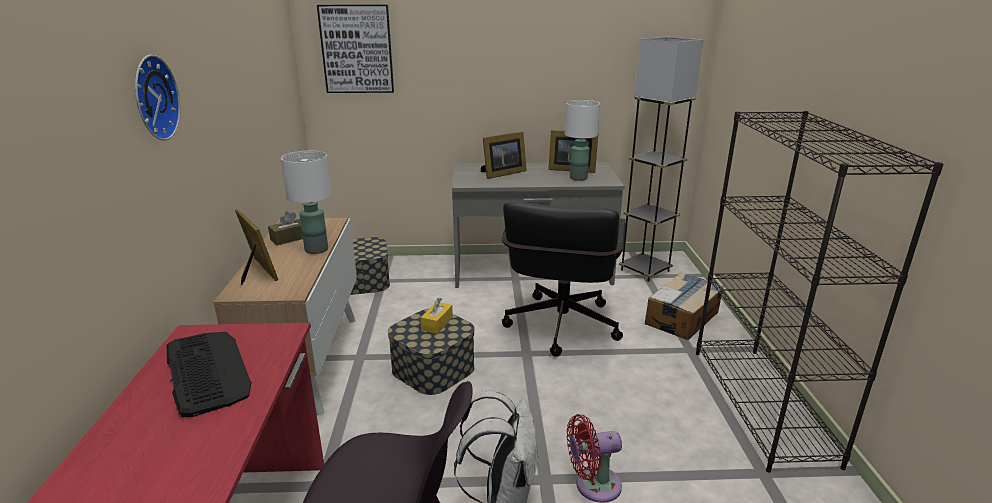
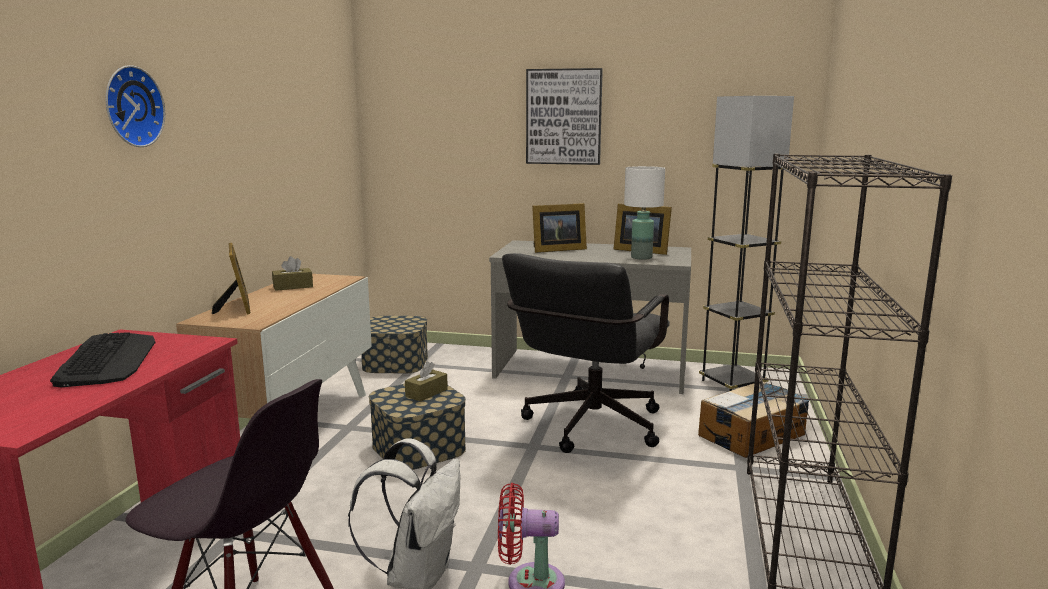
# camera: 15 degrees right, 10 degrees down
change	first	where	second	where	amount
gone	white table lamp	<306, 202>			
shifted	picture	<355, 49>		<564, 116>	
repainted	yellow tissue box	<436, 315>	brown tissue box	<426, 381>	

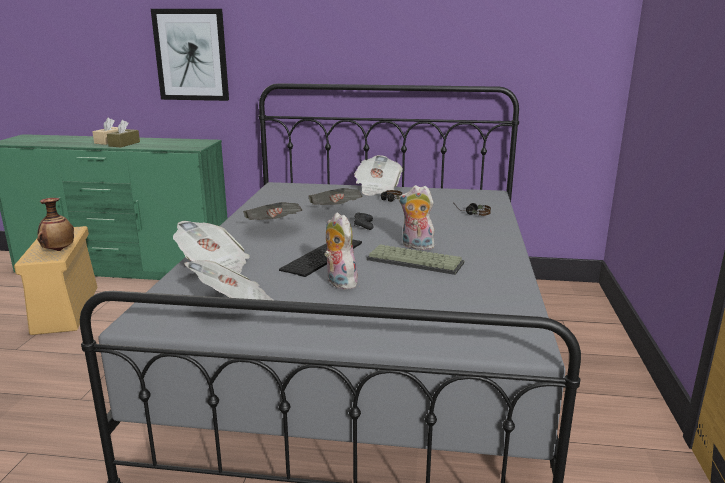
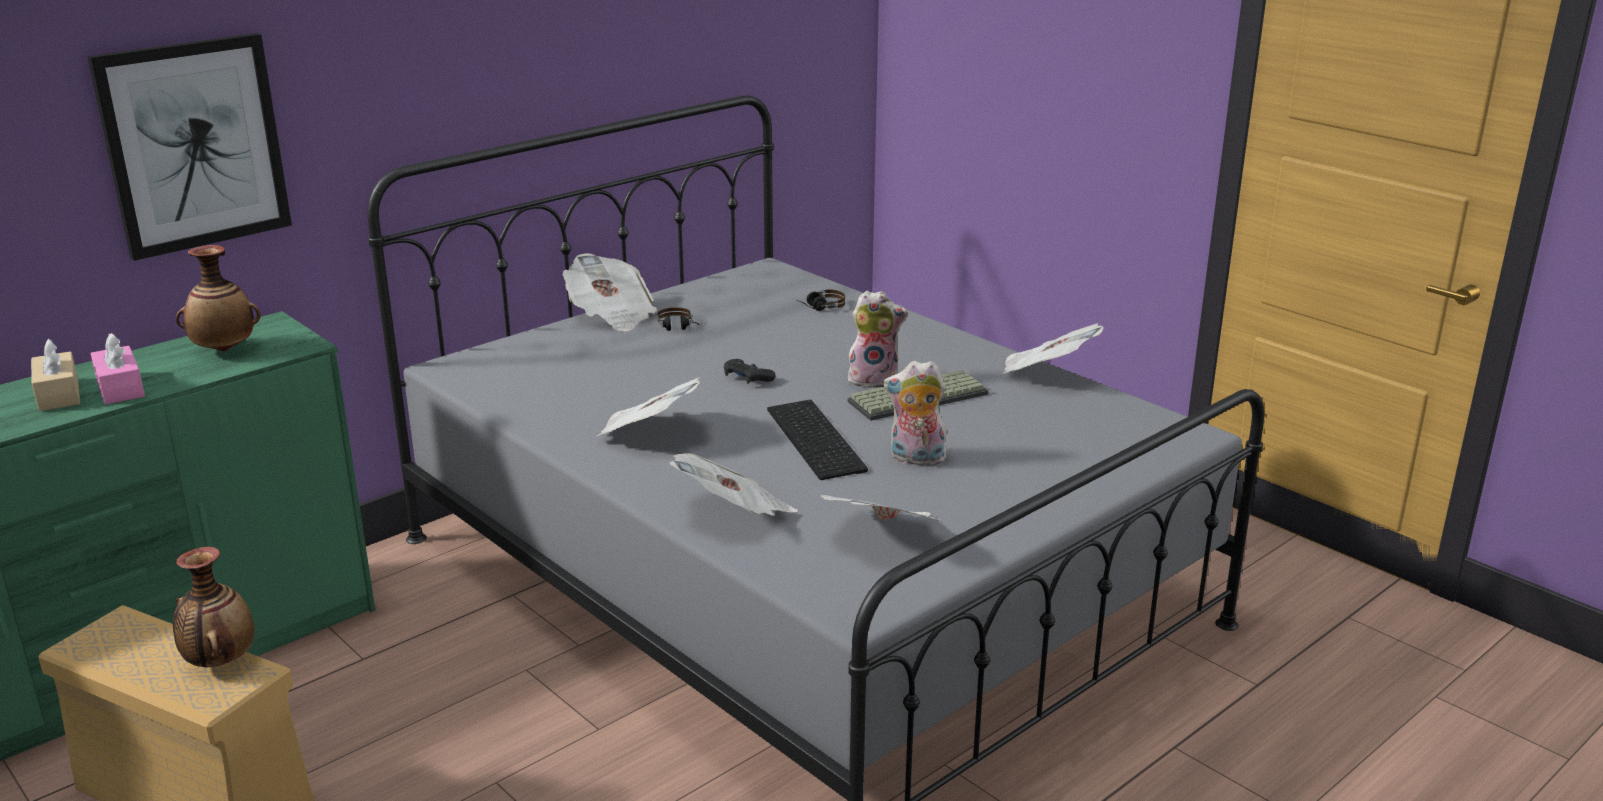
# camera: 50 degrees left, 5 degrees up
change	first	where	second	where	amount
new			vase	<218, 298>	
shifted	newspaper	<335, 196>		<1053, 348>	
repainted	brown tissue box	<123, 134>	pink tissue box	<117, 368>	
rotated	plush toy	<417, 217>		<878, 340>	150 degrees counterclockwise

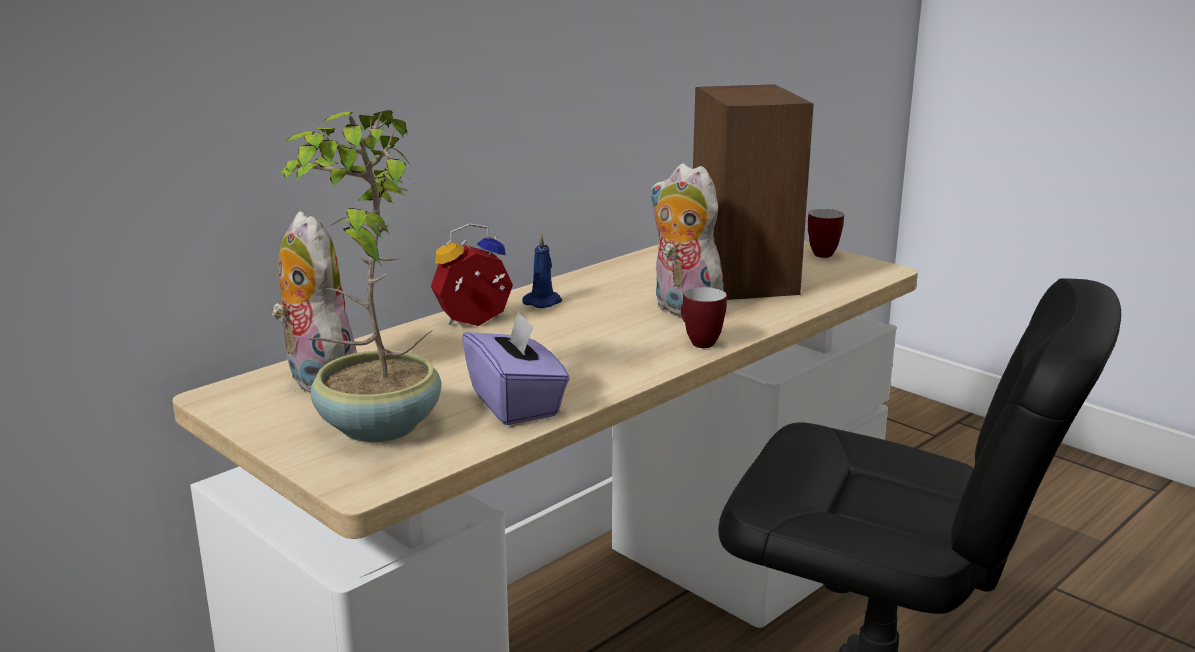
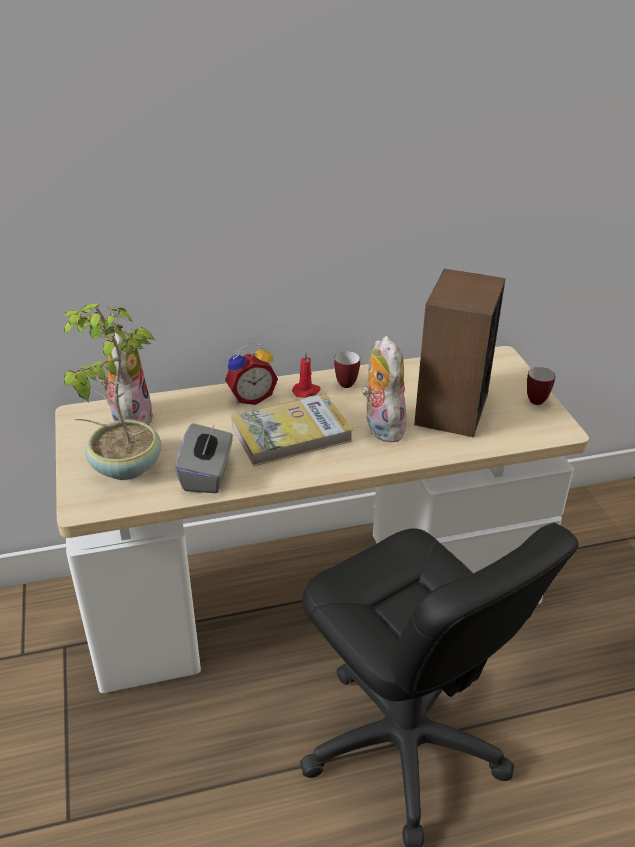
# camera: 30 degrees right, 15 degrees up
change	first	where	second	where	amount
new			book	<292, 430>	
shifted	mug	<704, 317>		<347, 369>	
repainted	purple tissue box	<515, 367>	grey tissue box	<204, 458>	
repainted	blue candle	<542, 270>	red candle	<306, 374>	
rotated	alarm clock	<472, 274>		<251, 374>	150 degrees clockwise

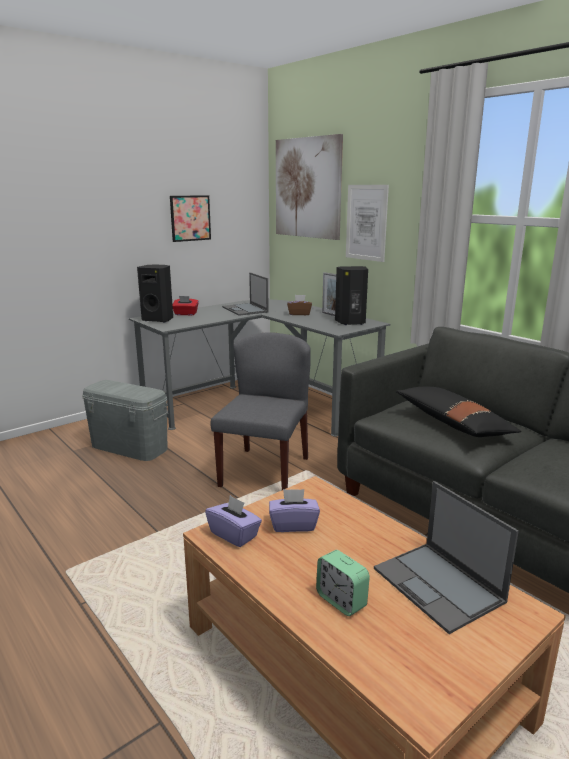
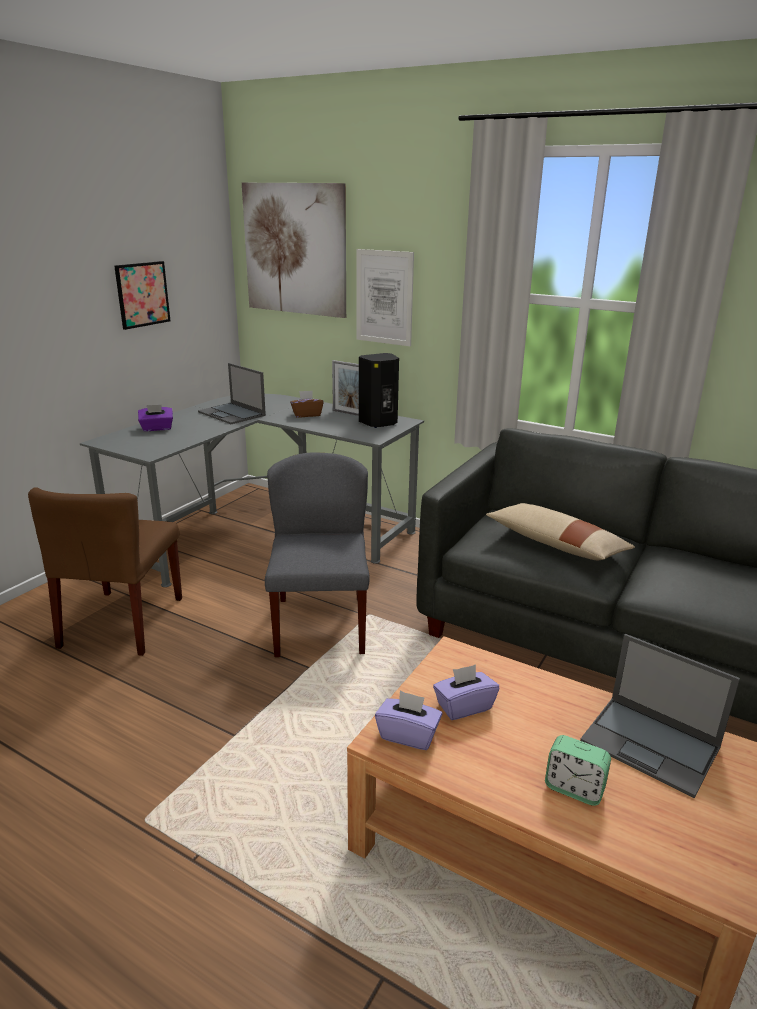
# camera: 20 degrees left, 5 degrees up
change	first	where	second	where	amount
gone	black speaker	<155, 293>			
swapped	grey storage box	<125, 420>	brown chair	<105, 572>	
repainted	red tissue box	<185, 305>	purple tissue box	<155, 418>	
repainted	black pillow	<458, 412>	beige pillow	<560, 531>	

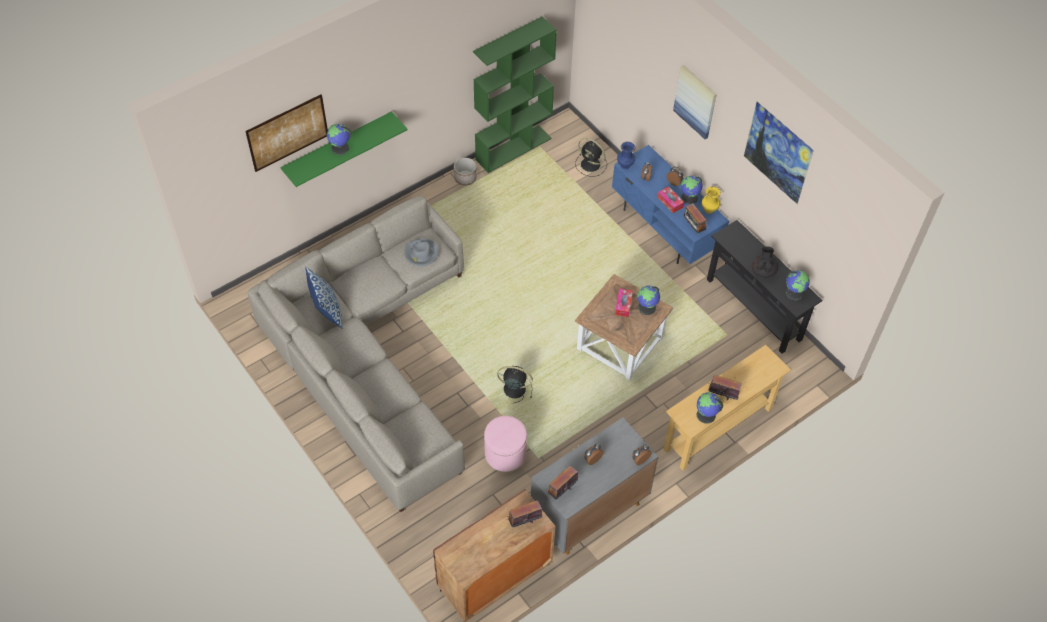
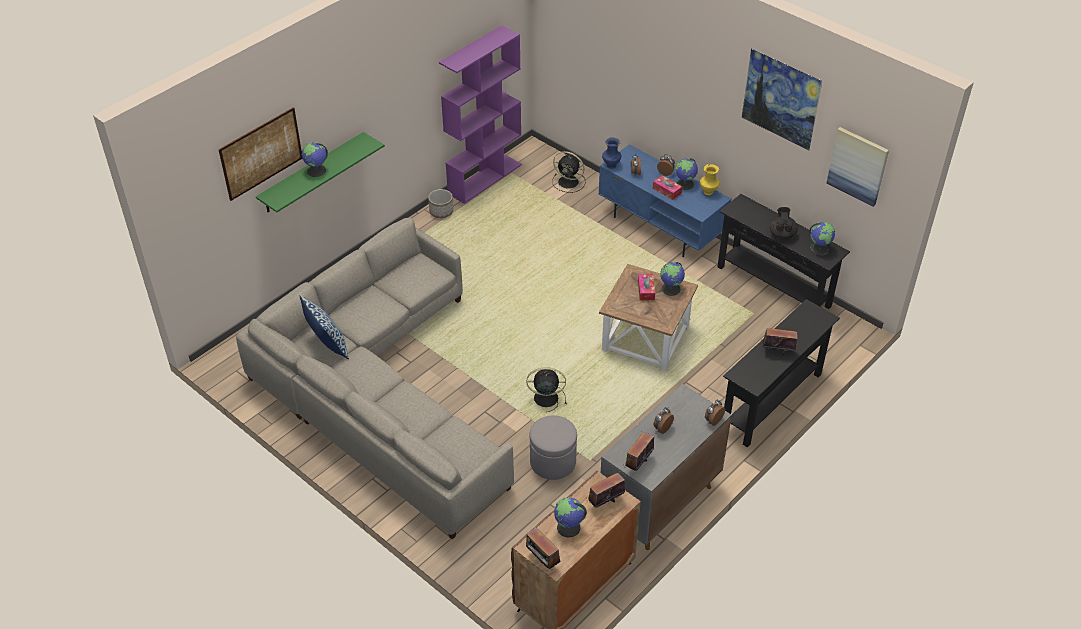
# camera: 10 degrees left, 10 degrees down
change	first	where	second	where	amount
gone	grey hat	<421, 252>			
shifted	picture	<695, 102>		<857, 167>	
shifted	radio	<695, 218>		<543, 549>	
shifted	globe	<709, 408>		<570, 517>	
repainted	green bookcase	<515, 94>	purple bookcase	<480, 114>	
repainted	pink ottoman	<505, 444>	grey ottoman	<553, 447>	
repainted	beige console table	<727, 408>	black console table	<781, 373>	

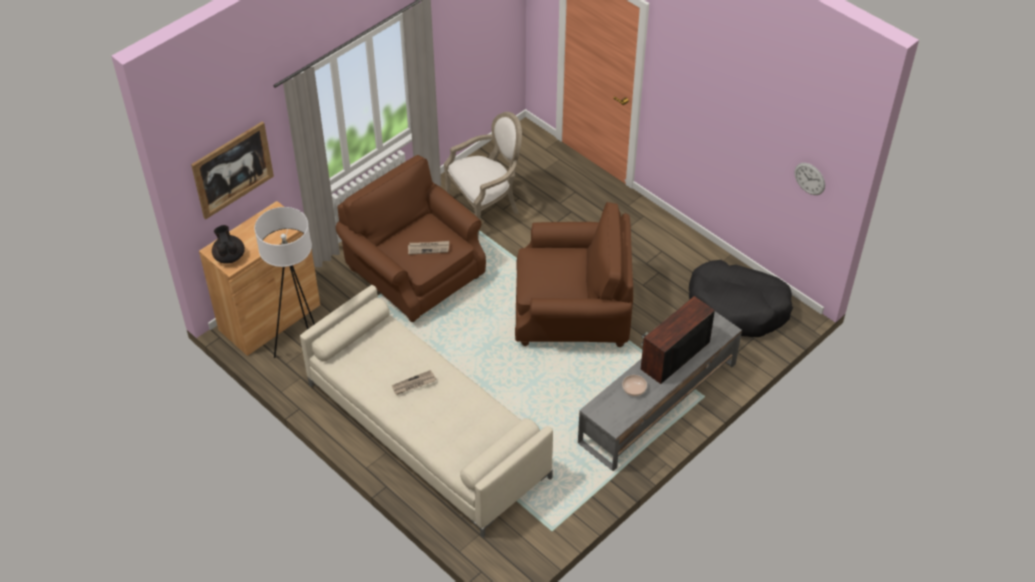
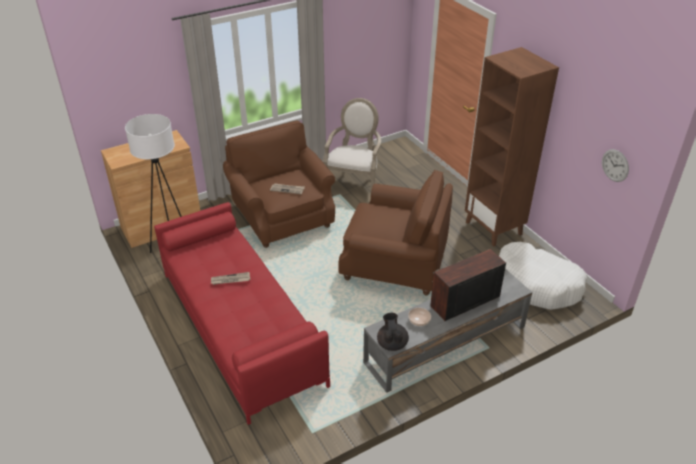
# camera: 15 degrees right, 10 degrees down
change	first	where	second	where	amount
gone	picture	<232, 170>			
new			brown bookcase	<512, 146>	
shifted	black teapot	<228, 244>		<393, 332>	
repainted	beige sofa	<426, 411>	red sofa	<242, 313>	
repainted	black dog bed	<741, 298>	white dog bed	<543, 276>	
rotated	armchair	<483, 174>		<352, 144>	60 degrees counterclockwise

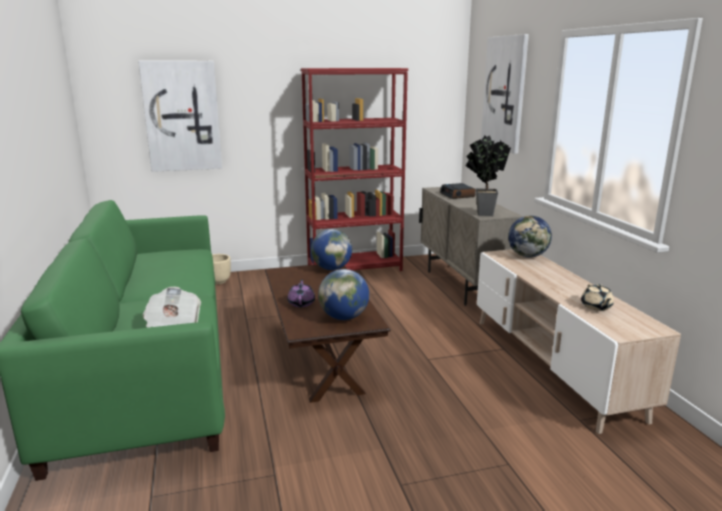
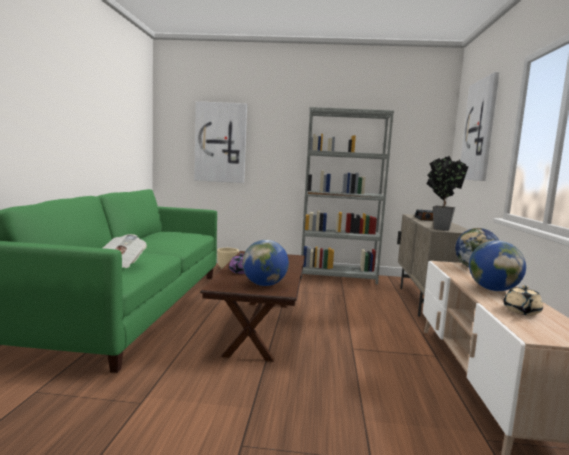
# camera: 20 degrees right, 10 degrees down
change	first	where	second	where	amount
shifted	globe	<331, 249>		<497, 265>	
repainted	red bookcase	<354, 169>	grey bookcase	<347, 195>	

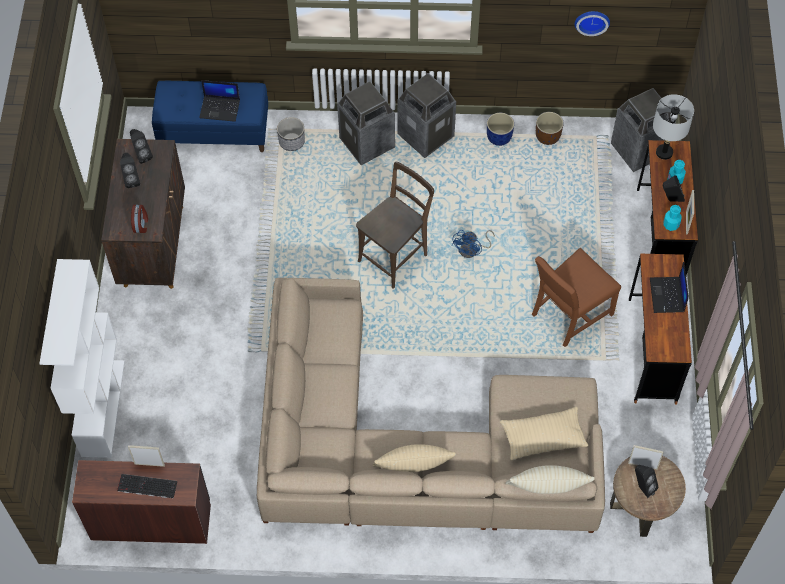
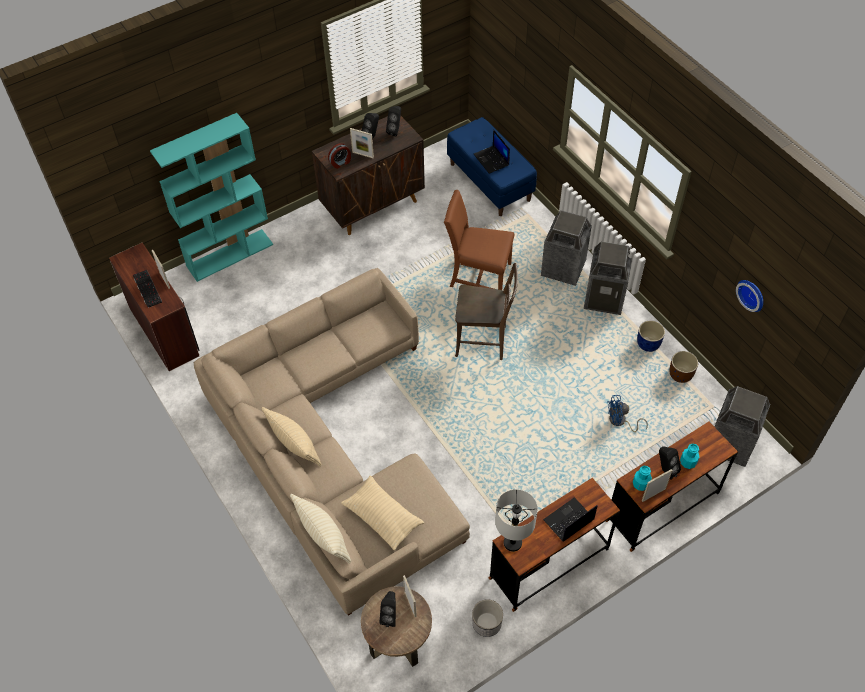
# camera: 55 degrees right, 5 degrees down
change	first	where	second	where	amount
new			picture frame	<362, 143>	
shifted	planter	<291, 134>		<487, 618>	
shifted	blue fan	<473, 244>		<627, 413>	
shifted	brown chair	<576, 297>		<479, 240>	
shifted	grey table lamp	<673, 127>		<516, 520>	
repainted	white bookcase	<82, 358>	turquoise bookcase	<211, 197>	

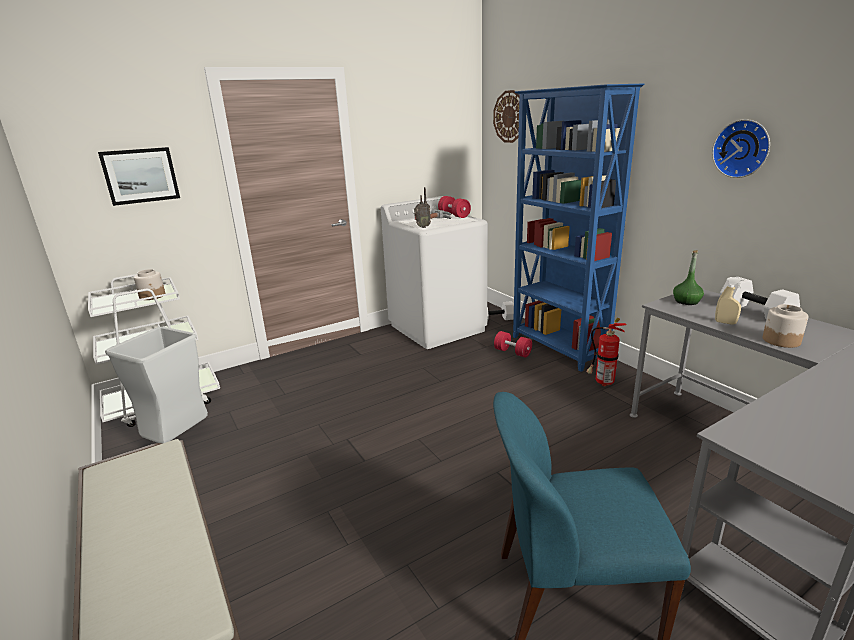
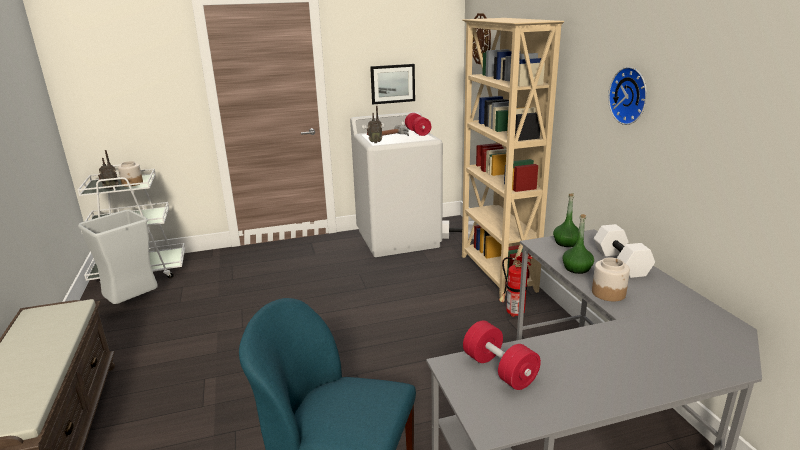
# camera: 15 degrees right, 0 degrees up
change	first	where	second	where	amount
new			radio	<108, 169>	
shifted	picture	<139, 176>		<392, 84>	
shifted	red dumbbell	<513, 344>		<502, 355>	
swapped	beige spray bottle	<729, 300>	green bottle	<578, 244>	
repainted	blue bookcase	<578, 228>	beige bookcase	<513, 157>	

